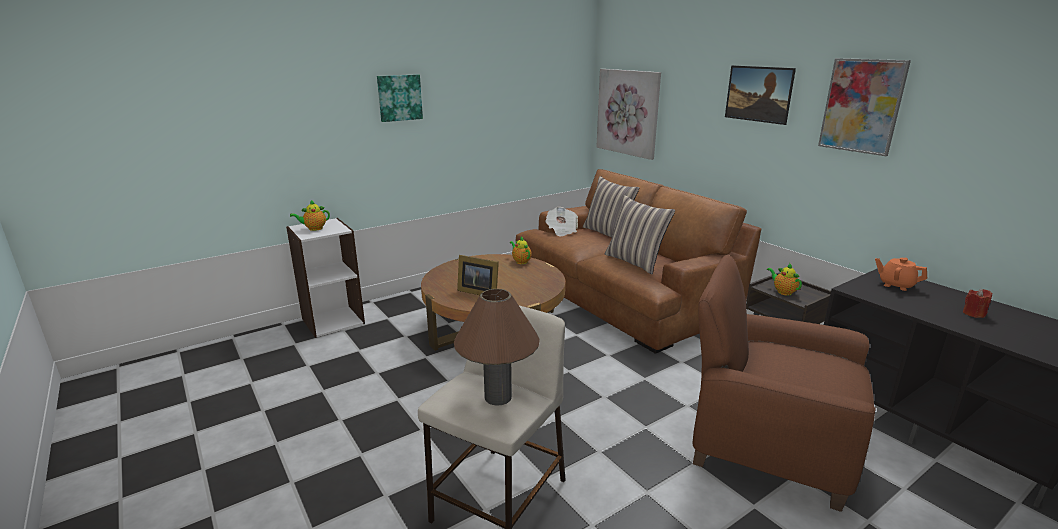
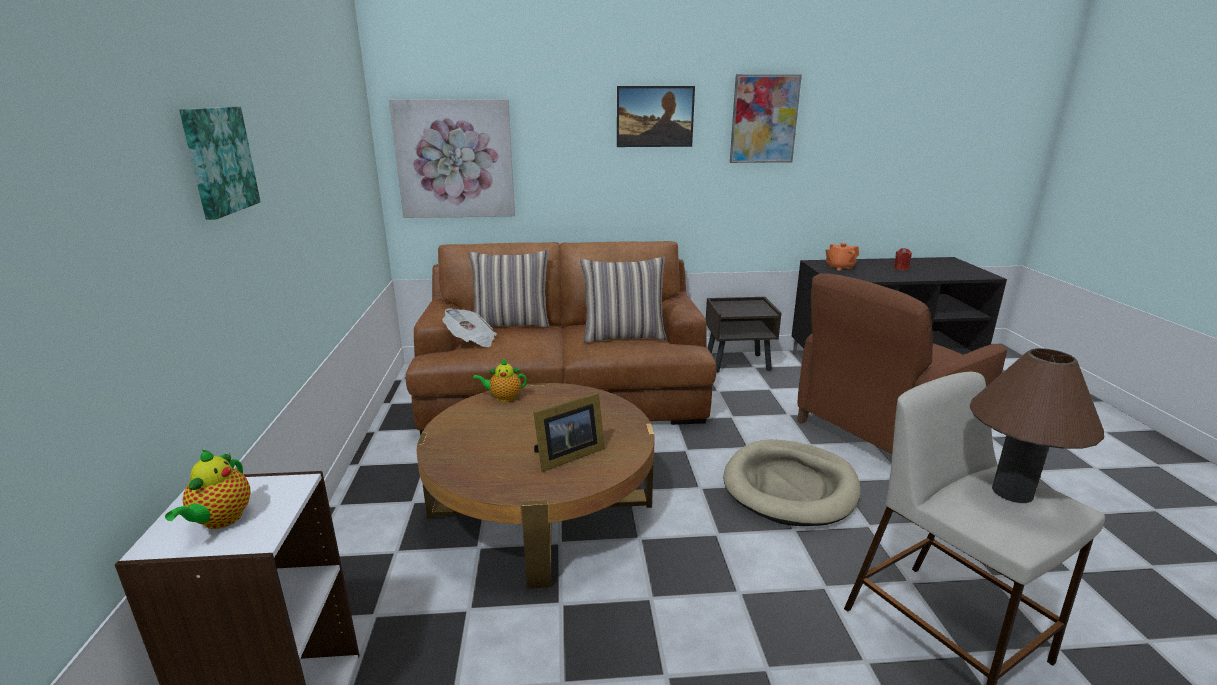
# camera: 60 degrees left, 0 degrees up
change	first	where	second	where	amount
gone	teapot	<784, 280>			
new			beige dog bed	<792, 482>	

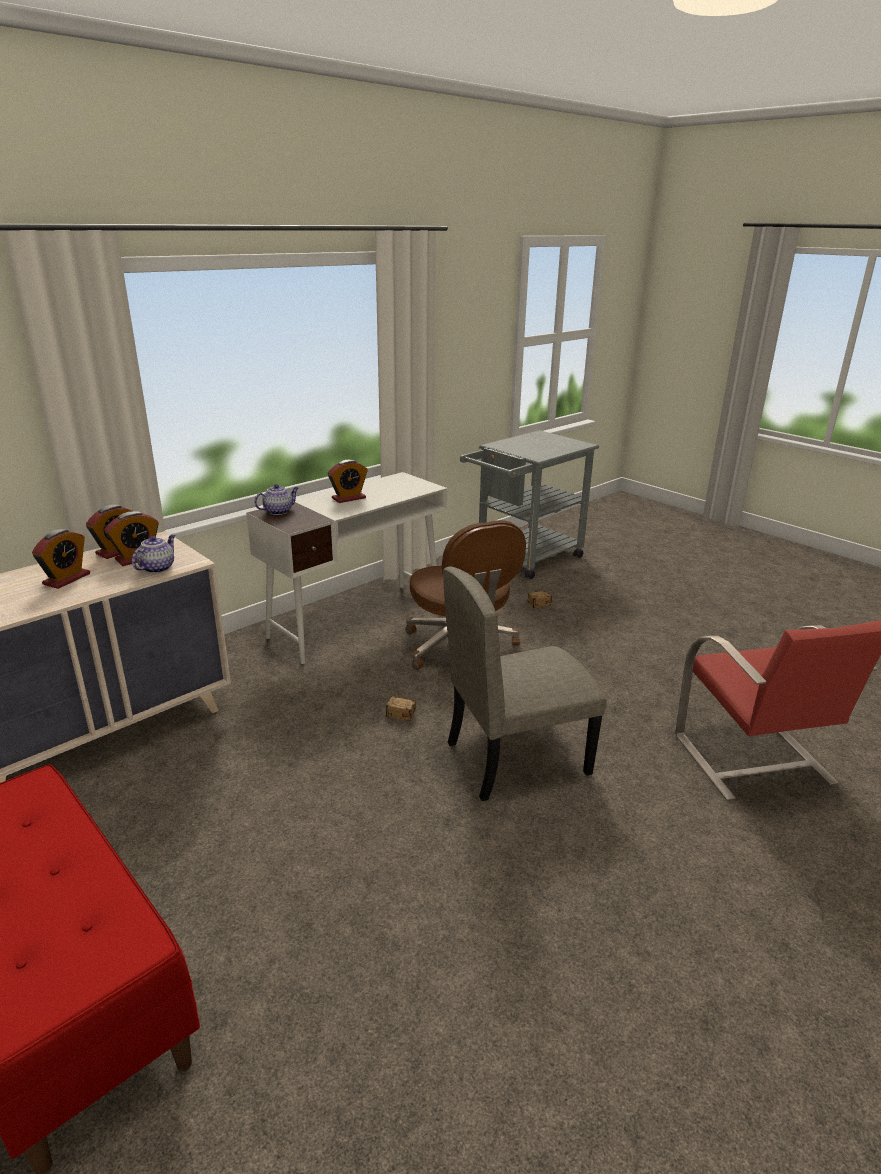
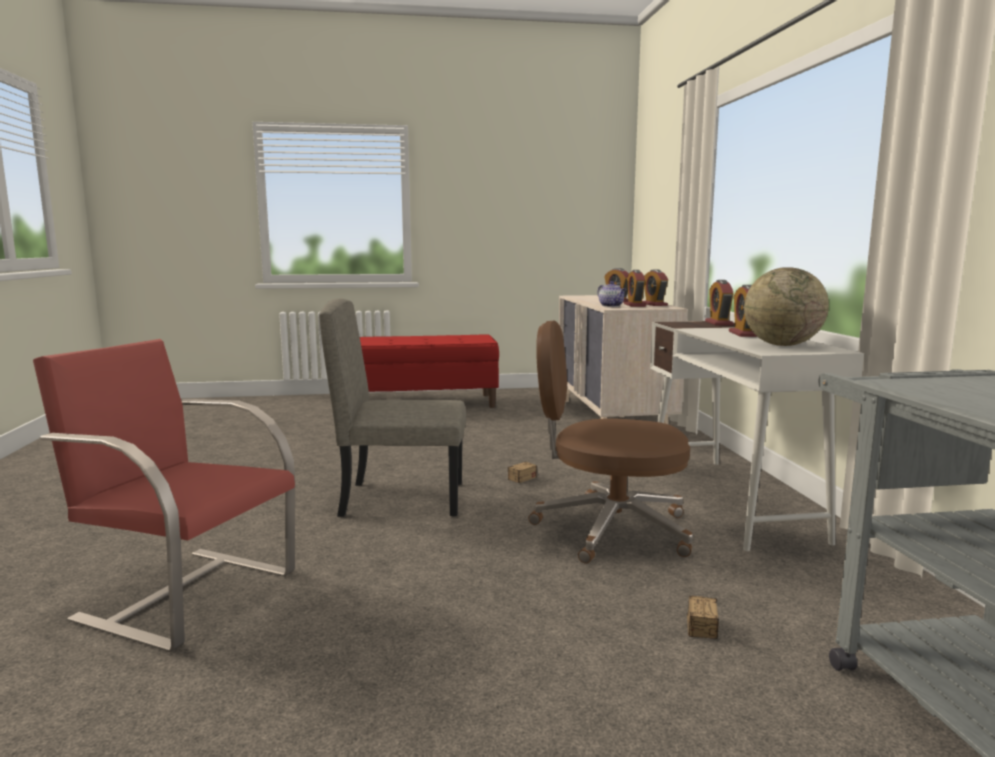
# camera: 125 degrees right, 15 degrees down
change	first	where	second	where	amount
new			globe	<786, 306>	
swapped	teapot	<276, 499>	alarm clock	<719, 303>	
rotated	beige chair	<525, 683>		<392, 407>	105 degrees counterclockwise

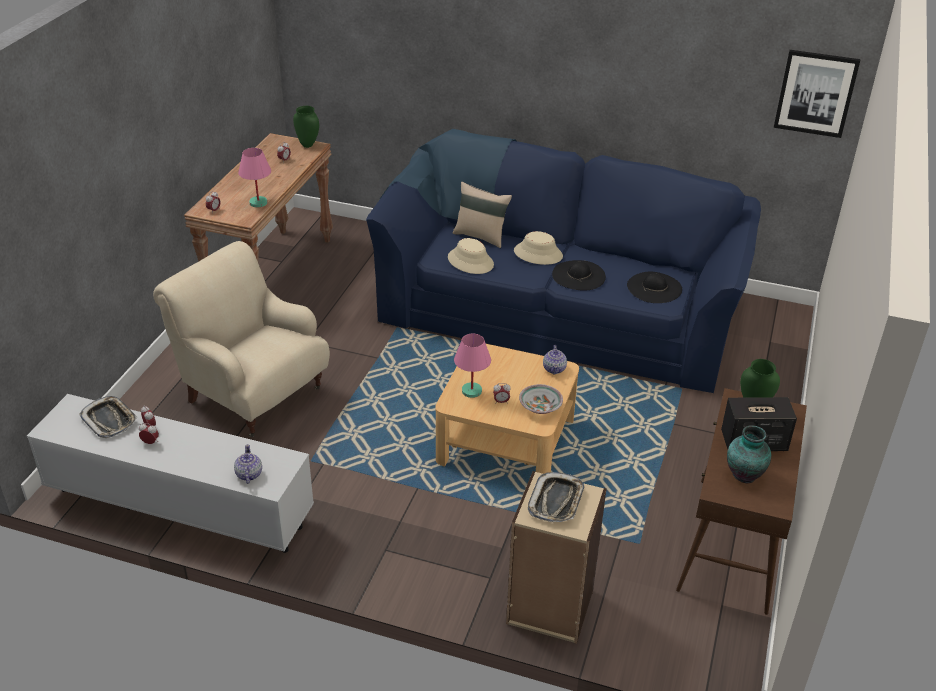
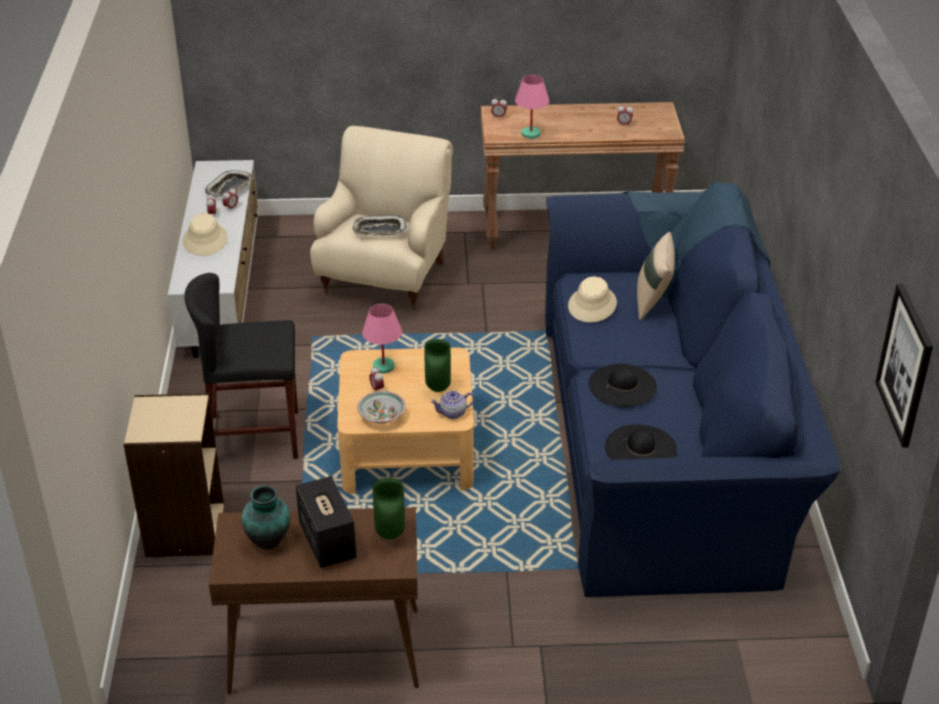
# camera: 70 degrees right, 0 degrees up
change	first	where	second	where	amount
gone	teapot	<248, 464>			
new			black stool	<241, 366>	
shifted	green vase	<306, 127>		<437, 365>	
shifted	beige hat	<538, 248>		<205, 234>	
shifted	tray	<556, 497>		<379, 225>	

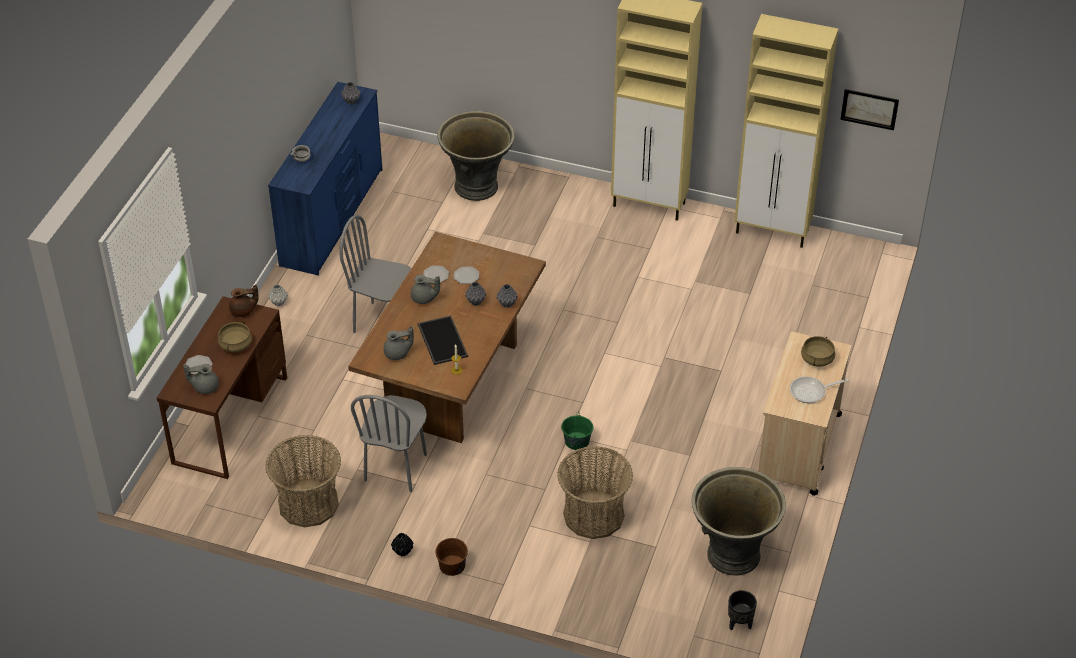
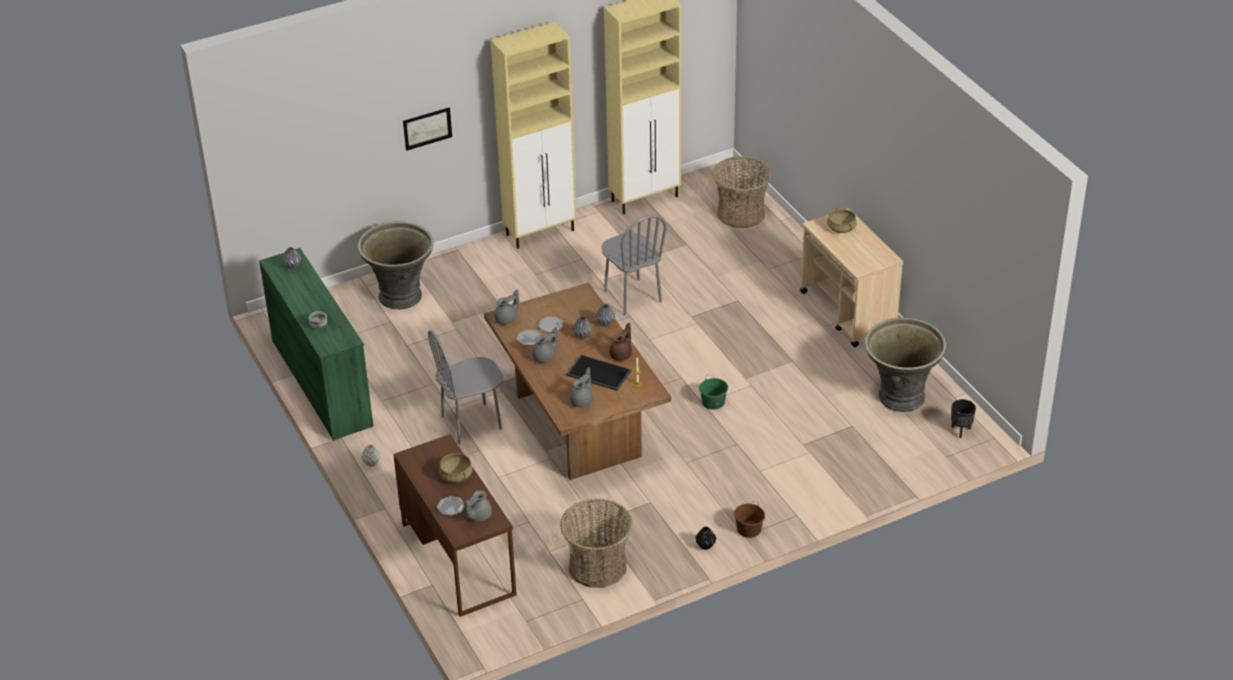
# camera: 45 degrees left, 5 degrees down
change	first	where	second	where	amount
gone	frying pan	<819, 389>			
new			grey teapot	<506, 307>	
shifted	brown teapot	<244, 301>		<620, 341>	
shifted	grey chair	<389, 443>		<634, 265>	
shifted	basket	<595, 492>		<742, 192>	
shifted	picture	<869, 109>		<427, 129>	
repainted	blue dresser	<325, 178>	green dresser	<316, 344>	

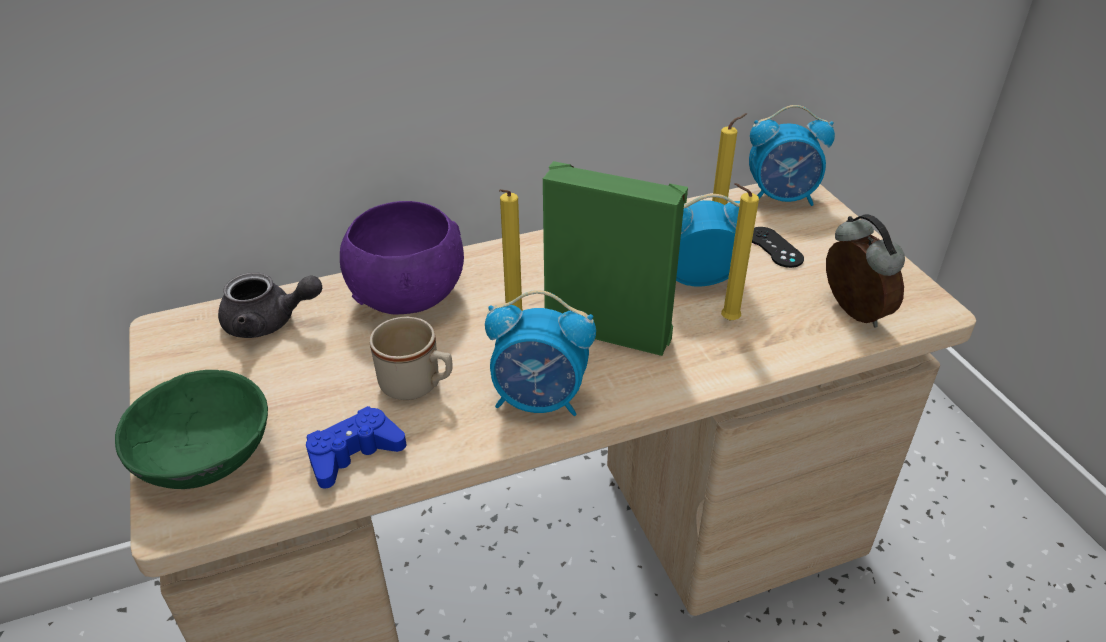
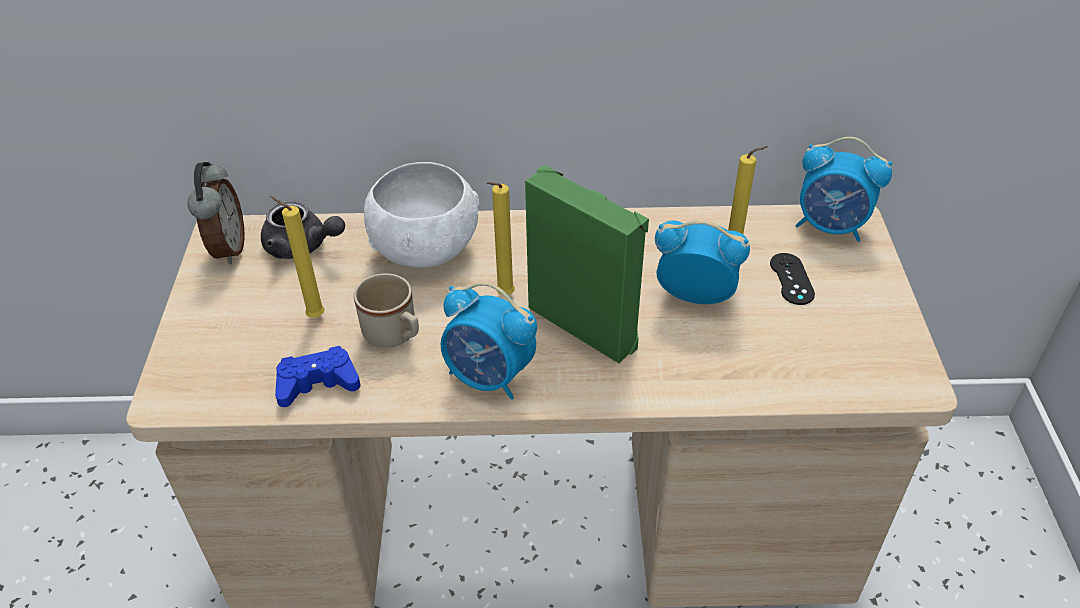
# camera: 20 degrees right, 5 degrees up
change	first	where	second	where	amount
gone	green bowl	<191, 429>			
shifted	yellow candle	<740, 251>		<297, 257>	
shifted	alarm clock	<865, 270>		<216, 213>	
repainted	purple bowl	<402, 257>	white bowl	<421, 215>	

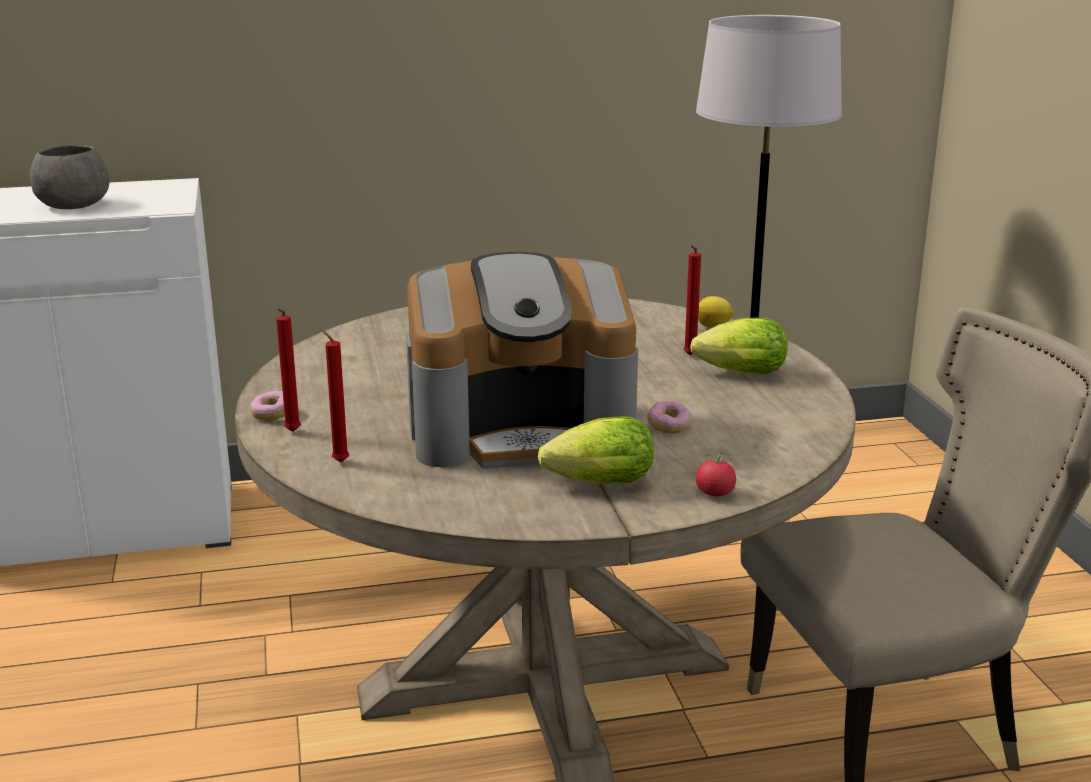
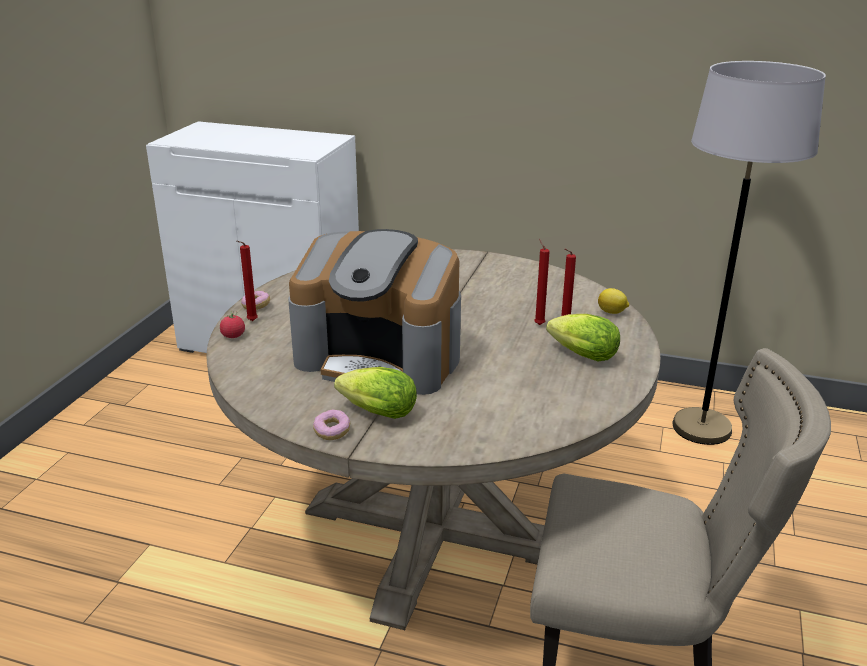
# camera: 30 degrees right, 5 degrees up
change	first	where	second	where	amount
gone	grey bowl	<70, 177>			
shifted	red candle	<334, 394>		<542, 281>	
shifted	donut	<669, 417>		<331, 424>	
shifted	tomato	<716, 474>		<232, 324>	

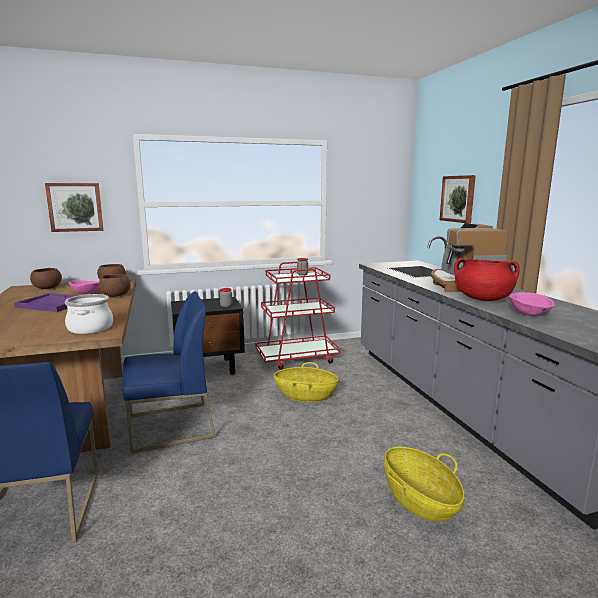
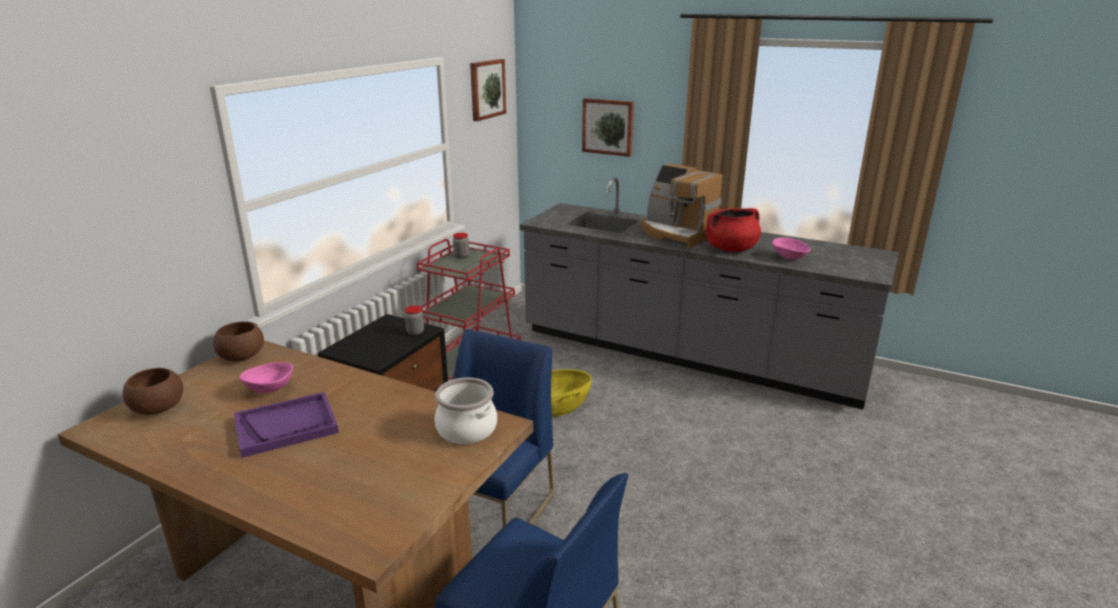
# camera: 45 degrees left, 10 degrees up
change	first	where	second	where	amount
gone	brown bowl	<115, 285>			
gone	basket	<424, 484>			
shifted	picture	<74, 207>		<488, 90>	

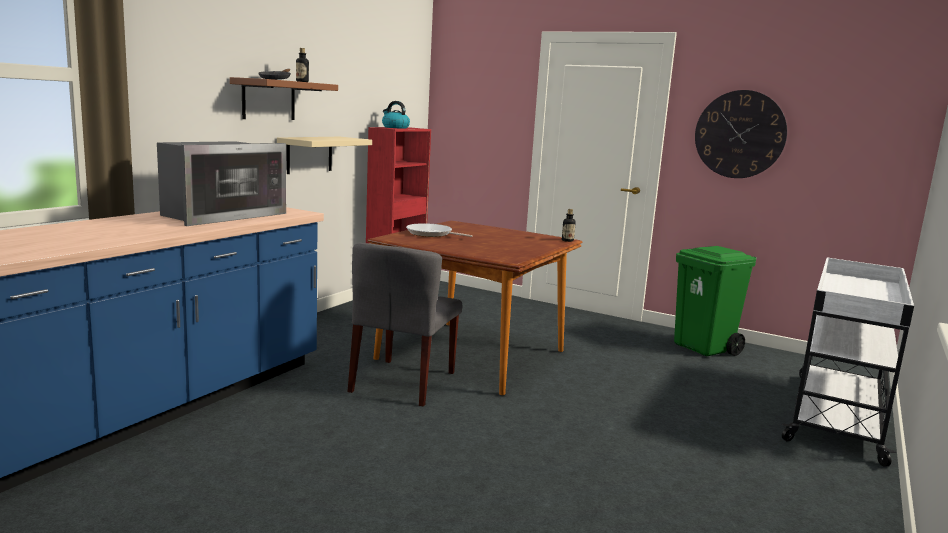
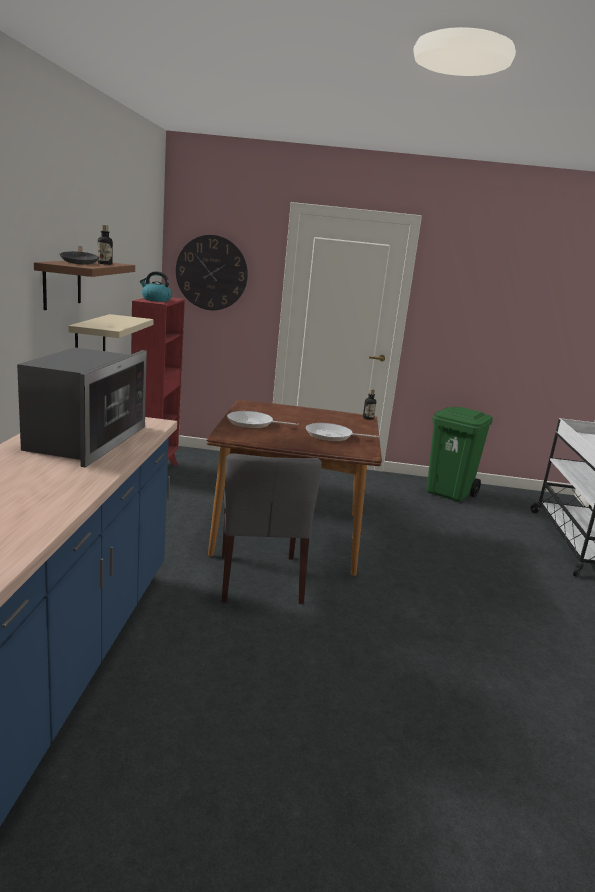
# camera: 25 degrees left, 5 degrees up
change	first	where	second	where	amount
new			frying pan	<342, 432>	
shifted	wall clock	<741, 134>		<212, 272>	

